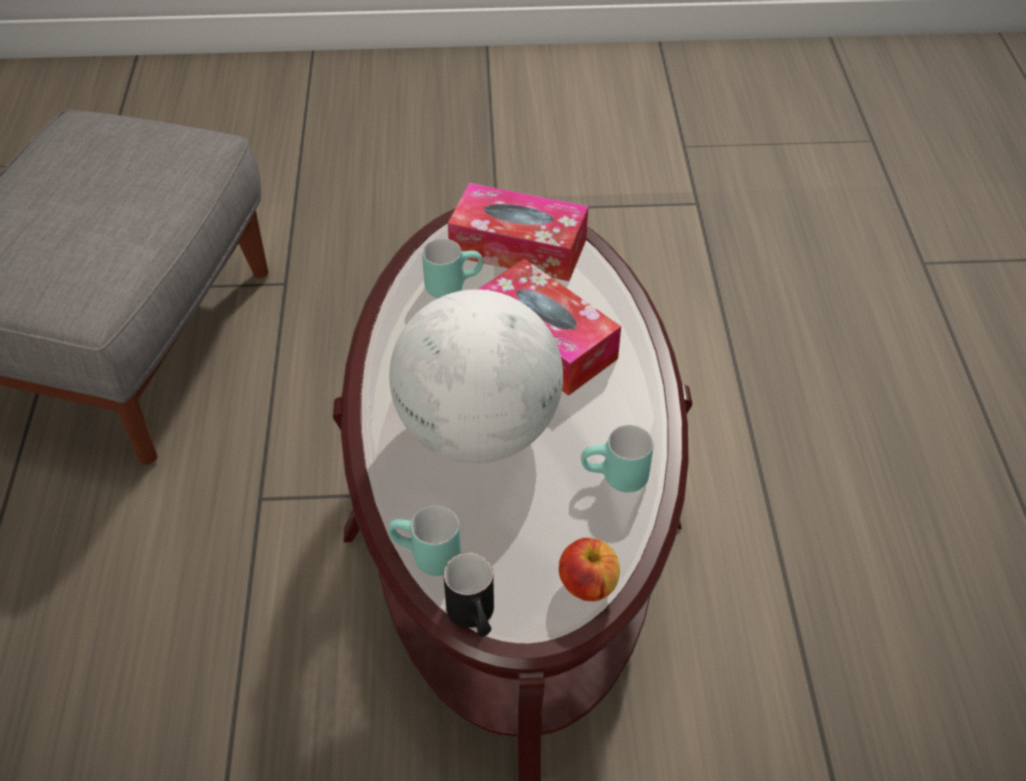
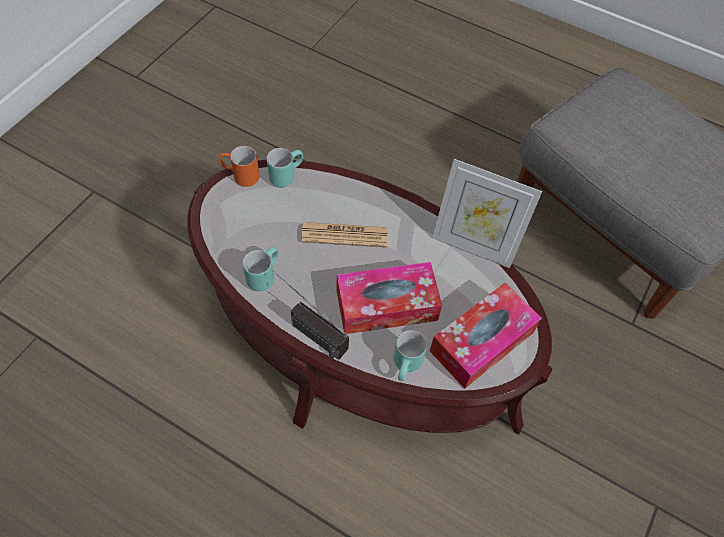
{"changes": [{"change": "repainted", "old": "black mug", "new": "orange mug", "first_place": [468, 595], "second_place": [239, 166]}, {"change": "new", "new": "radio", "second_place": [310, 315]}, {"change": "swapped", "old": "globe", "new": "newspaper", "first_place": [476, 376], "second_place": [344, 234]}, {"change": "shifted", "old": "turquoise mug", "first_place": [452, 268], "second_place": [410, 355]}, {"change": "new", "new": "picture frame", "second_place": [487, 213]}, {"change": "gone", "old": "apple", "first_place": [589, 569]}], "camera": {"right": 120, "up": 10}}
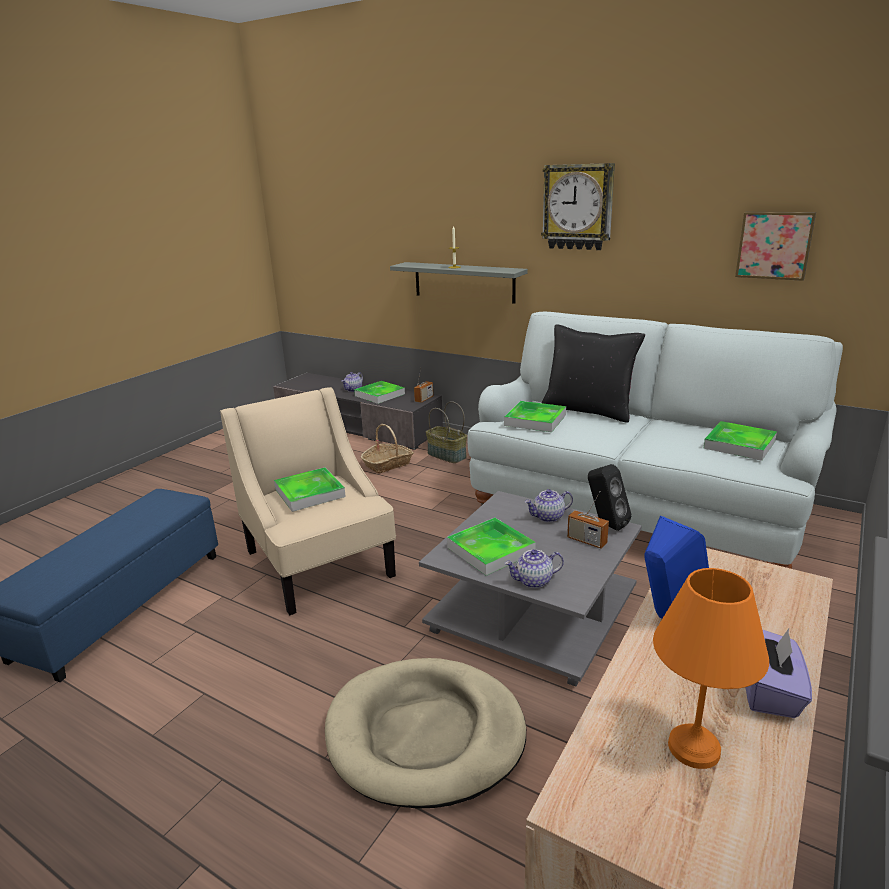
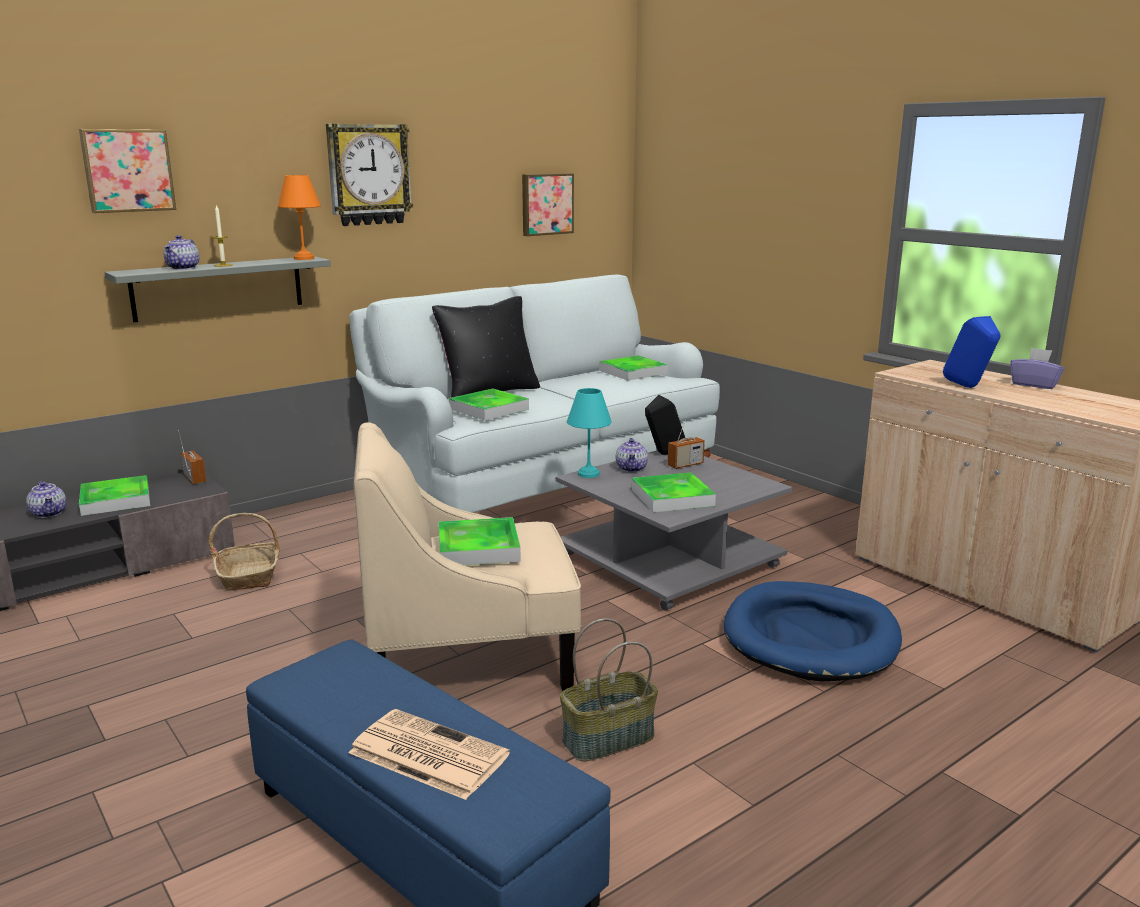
{"changes": [{"change": "new", "new": "picture", "second_place": [127, 171]}, {"change": "shifted", "old": "teapot", "first_place": [534, 568], "second_place": [181, 252]}, {"change": "shifted", "old": "orange table lamp", "first_place": [711, 668], "second_place": [299, 217]}, {"change": "new", "new": "newspaper", "second_place": [429, 754]}, {"change": "shifted", "old": "basket", "first_place": [446, 432], "second_place": [609, 689]}, {"change": "new", "new": "turquoise table lamp", "second_place": [589, 433]}, {"change": "repainted", "old": "beige dog bed", "new": "blue dog bed", "first_place": [425, 733], "second_place": [813, 631]}], "camera": {"right": -70, "up": -5}}
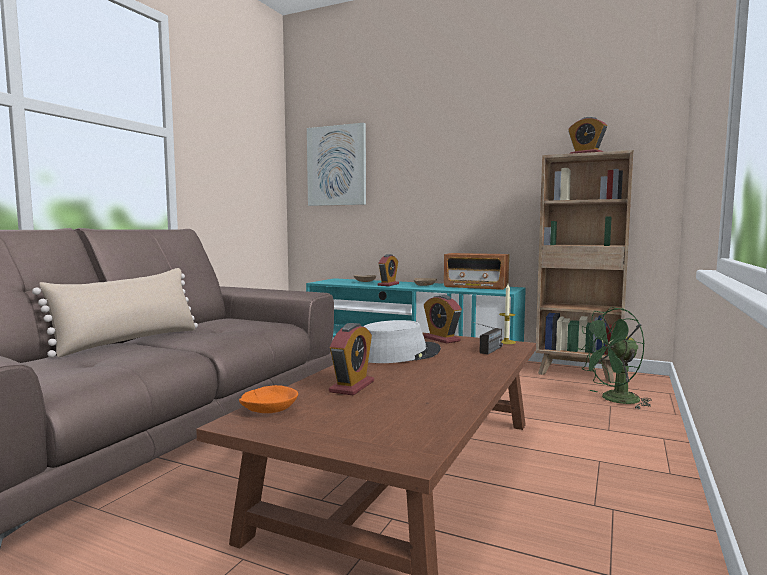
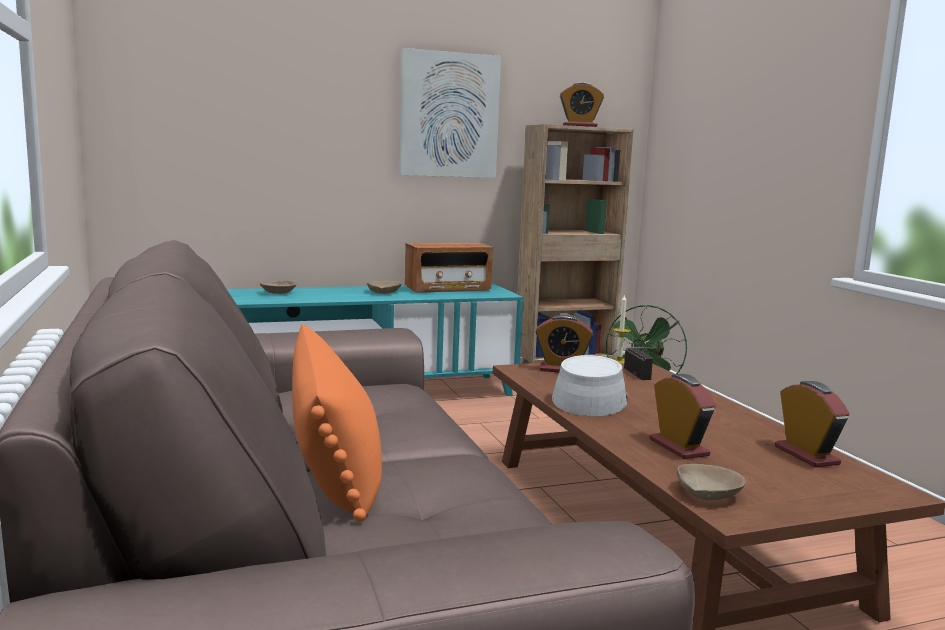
{"changes": [{"change": "repainted", "old": "beige pillow", "new": "orange pillow", "first_place": [115, 313], "second_place": [337, 423]}, {"change": "shifted", "old": "picture", "first_place": [336, 164], "second_place": [450, 113]}, {"change": "repainted", "old": "orange bowl", "new": "beige bowl", "first_place": [268, 399], "second_place": [711, 482]}, {"change": "shifted", "old": "alarm clock", "first_place": [388, 270], "second_place": [812, 424]}], "camera": {"right": -45, "up": 5}}
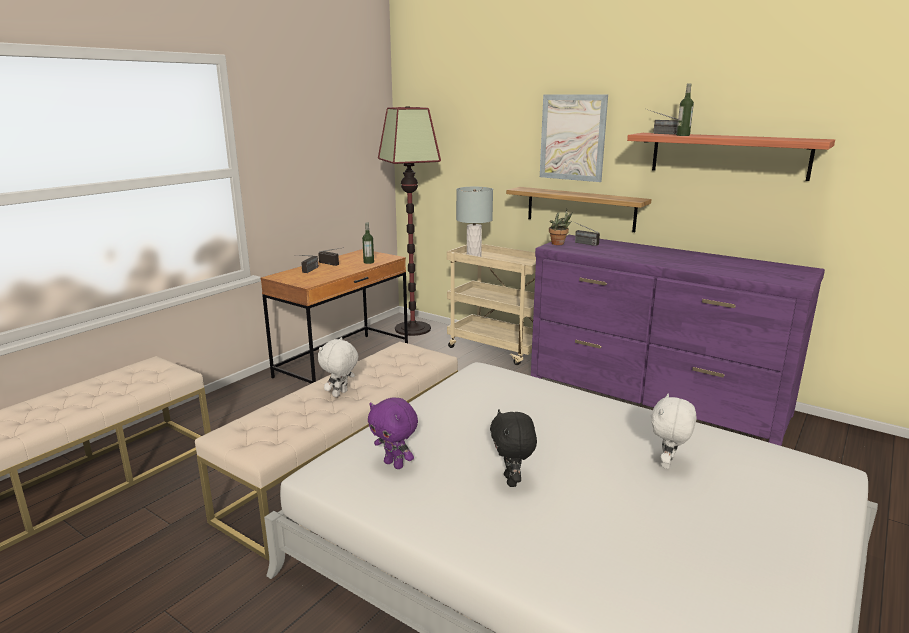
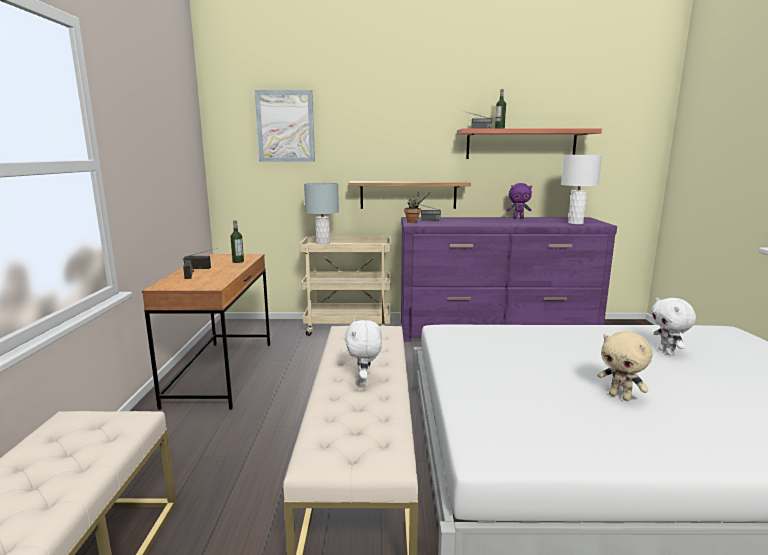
{"changes": [{"change": "shifted", "old": "picture", "first_place": [574, 138], "second_place": [285, 126]}, {"change": "shifted", "old": "purple plush toy", "first_place": [393, 433], "second_place": [519, 201]}, {"change": "new", "new": "white table lamp", "second_place": [581, 189]}, {"change": "repainted", "old": "black plush toy", "new": "beige plush toy", "first_place": [513, 448], "second_place": [624, 366]}, {"change": "gone", "old": "floor lamp", "first_place": [409, 221]}], "camera": {"right": -35, "up": -5}}
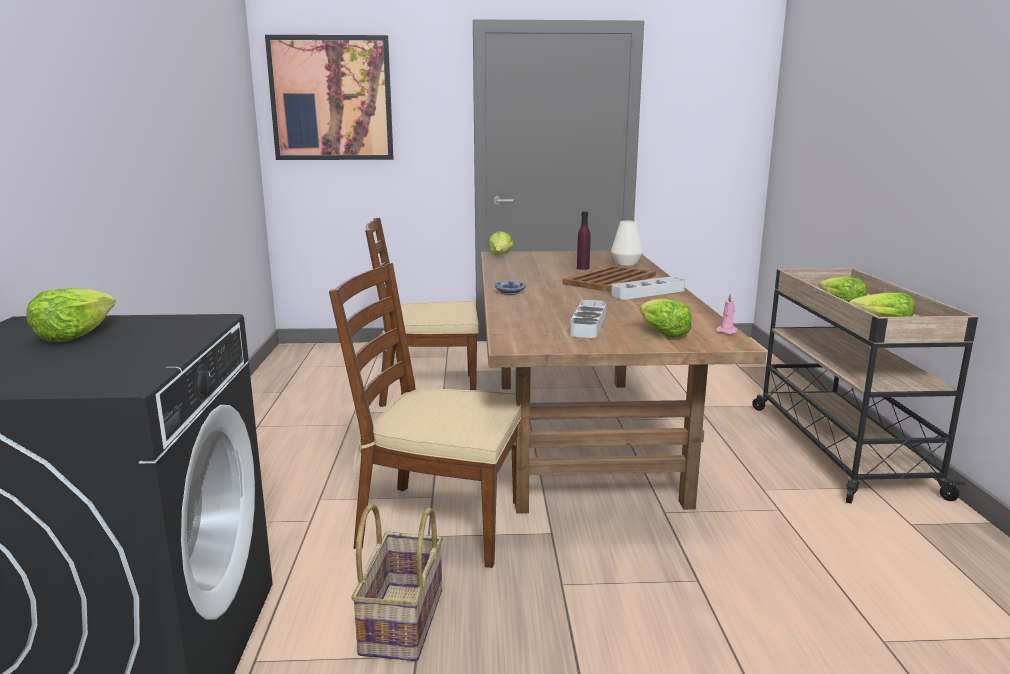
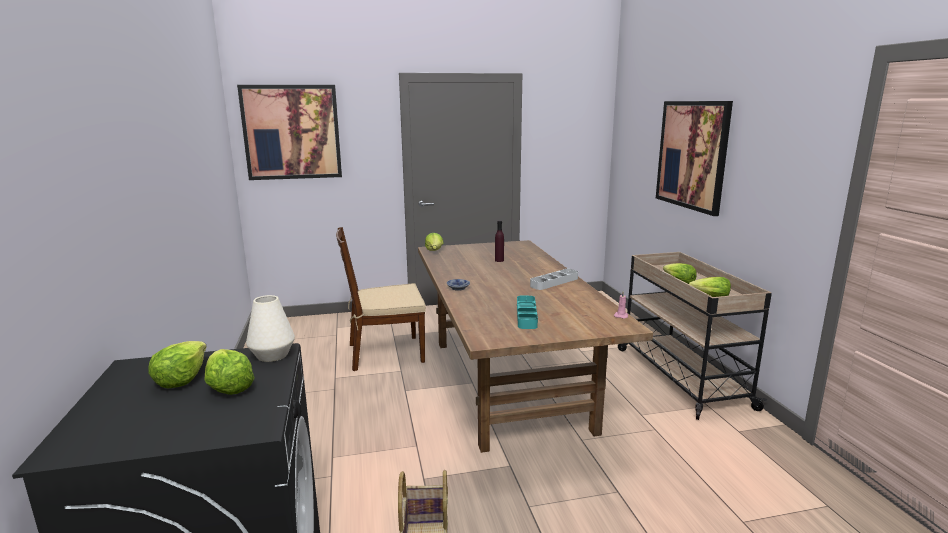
{"changes": [{"change": "shifted", "old": "lettuce", "first_place": [665, 318], "second_place": [230, 372]}, {"change": "shifted", "old": "white vase", "first_place": [627, 243], "second_place": [270, 328]}, {"change": "repainted", "old": "grey tray", "new": "turquoise tray", "first_place": [588, 319], "second_place": [527, 312]}, {"change": "new", "new": "picture", "second_place": [694, 158]}, {"change": "gone", "old": "brown chair", "first_place": [425, 415]}, {"change": "gone", "old": "brown tray", "first_place": [609, 278]}], "camera": {"right": -10, "up": 0}}
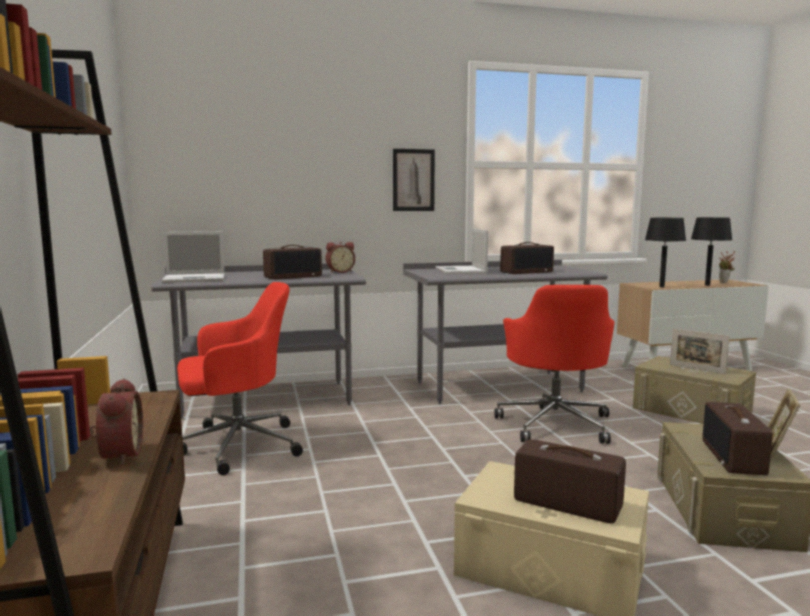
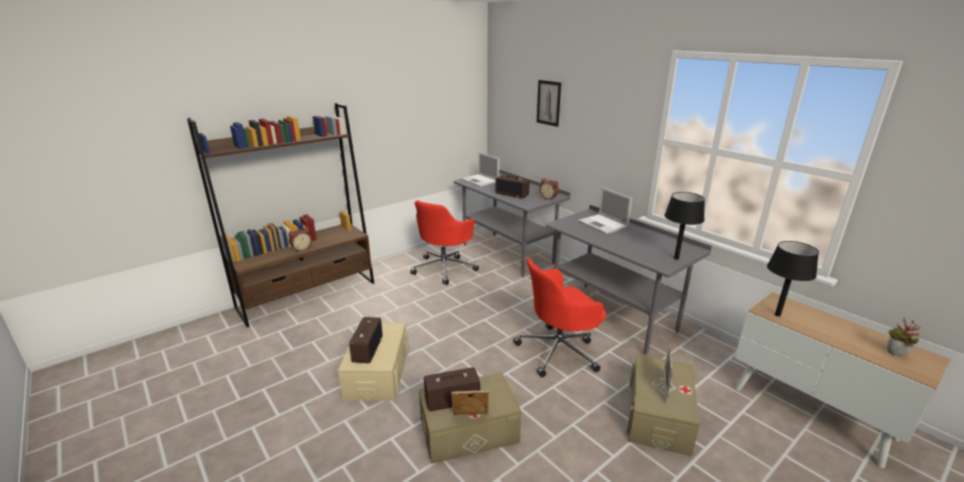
{"changes": [{"change": "rotated", "old": "red office chair", "first_place": [240, 378], "second_place": [444, 243], "degrees": 75}, {"change": "shifted", "old": "picture", "first_place": [414, 180], "second_place": [549, 103]}, {"change": "rotated", "old": "laptop", "first_place": [462, 251], "second_place": [605, 210], "degrees": -90}, {"change": "shifted", "old": "black table lamp", "first_place": [711, 251], "second_place": [684, 226]}, {"change": "gone", "old": "radio", "first_place": [527, 258]}], "camera": {"right": 65, "up": 15}}
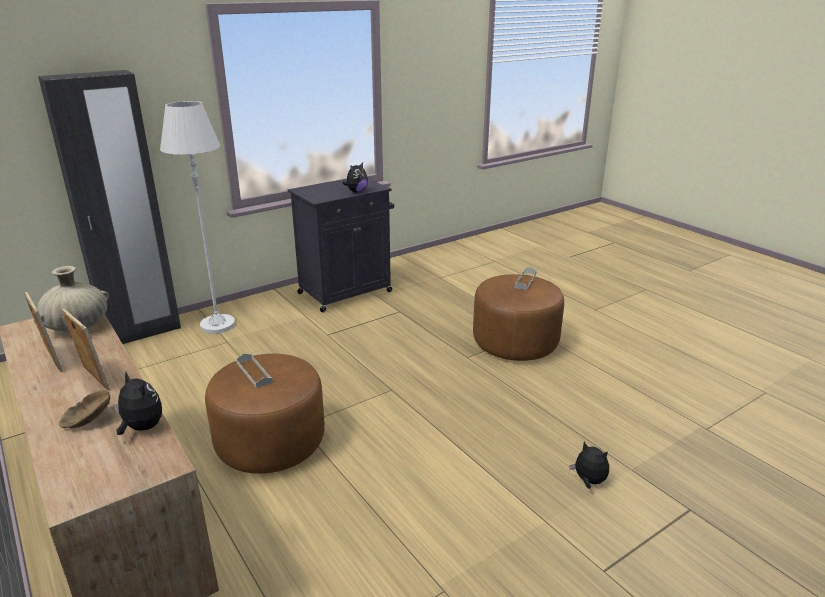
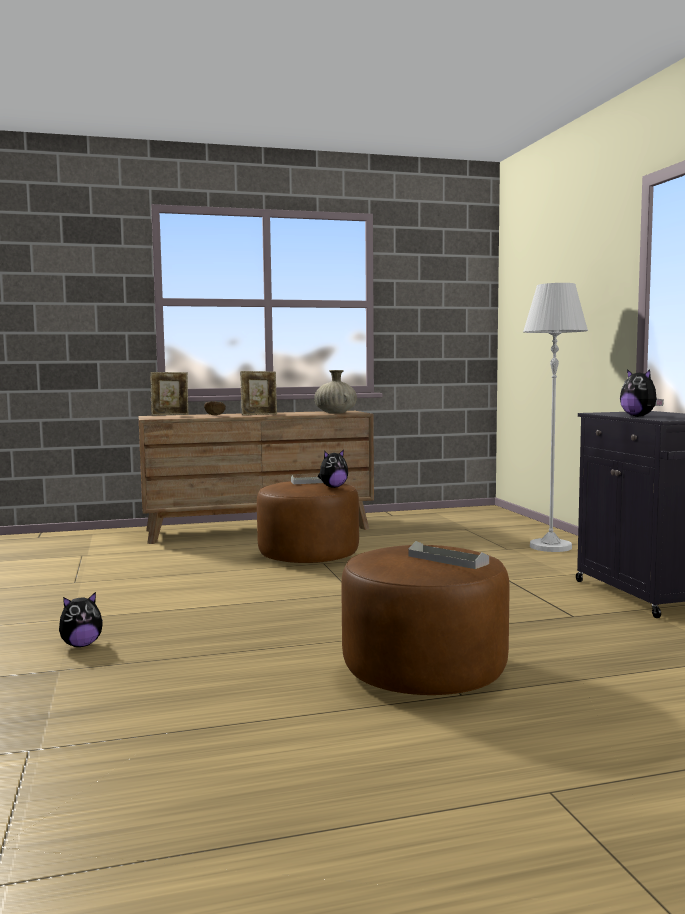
{"changes": [{"change": "shifted", "old": "picture frame", "first_place": [43, 331], "second_place": [169, 393]}, {"change": "shifted", "old": "plush toy", "first_place": [138, 403], "second_place": [333, 469]}, {"change": "gone", "old": "black wardrobe", "first_place": [109, 207]}], "camera": {"right": 110, "up": -20}}
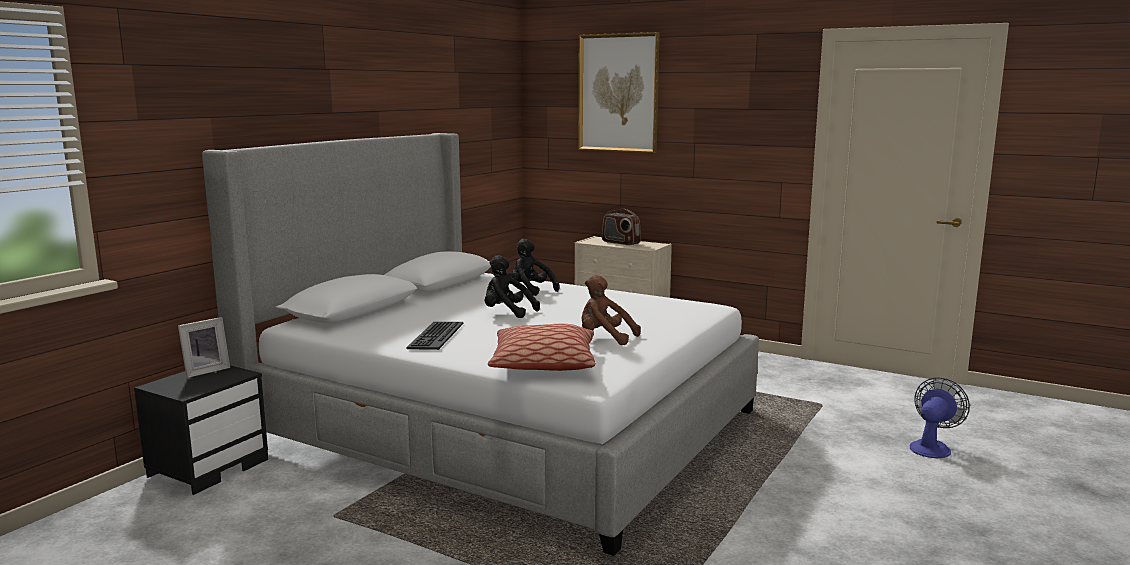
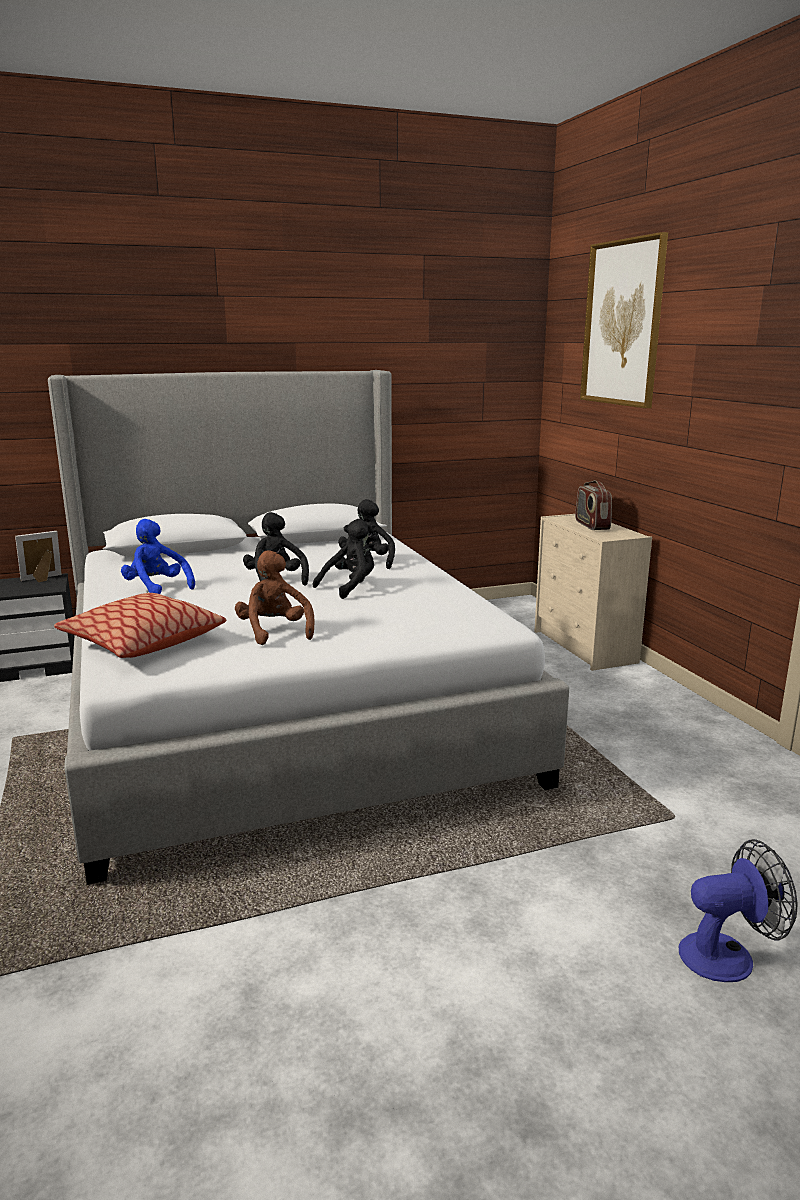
{"changes": [{"change": "rotated", "old": "picture frame", "first_place": [204, 347], "second_place": [38, 556], "degrees": 150}, {"change": "swapped", "old": "keyboard", "new": "blue plush toy", "first_place": [434, 336], "second_place": [158, 556]}, {"change": "new", "new": "black plush toy", "second_place": [343, 559]}], "camera": {"right": 40, "up": 5}}
